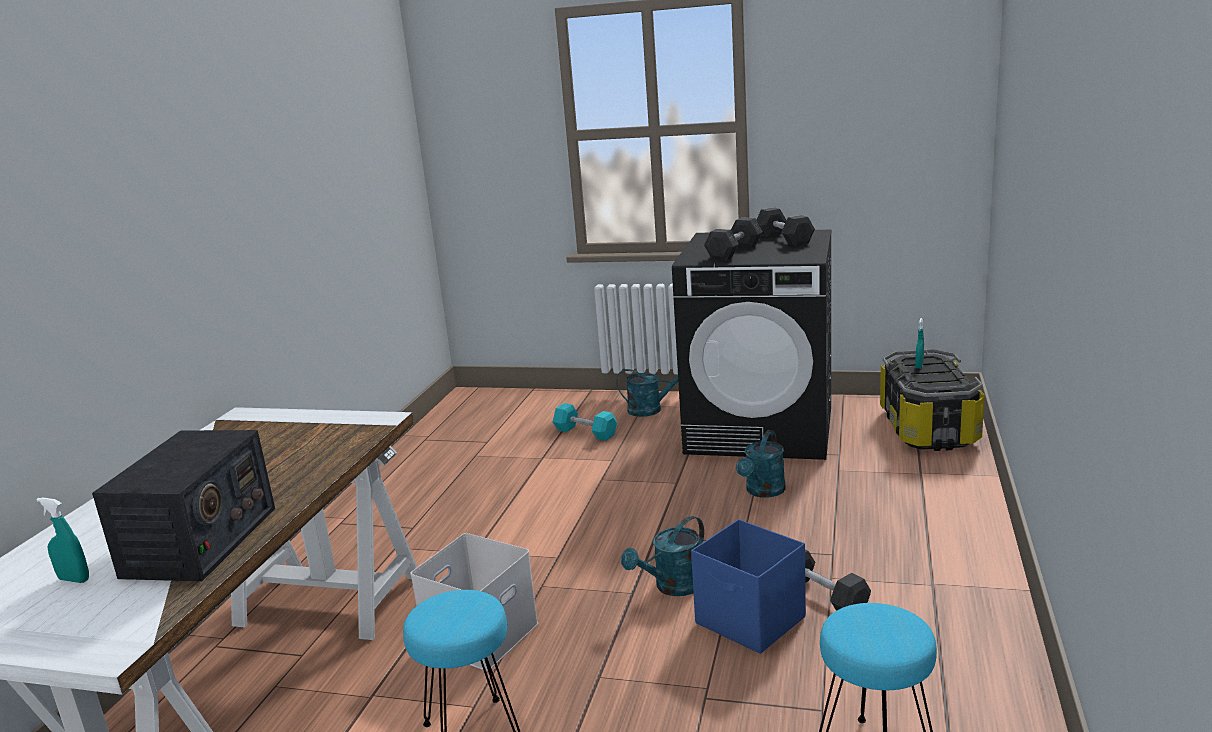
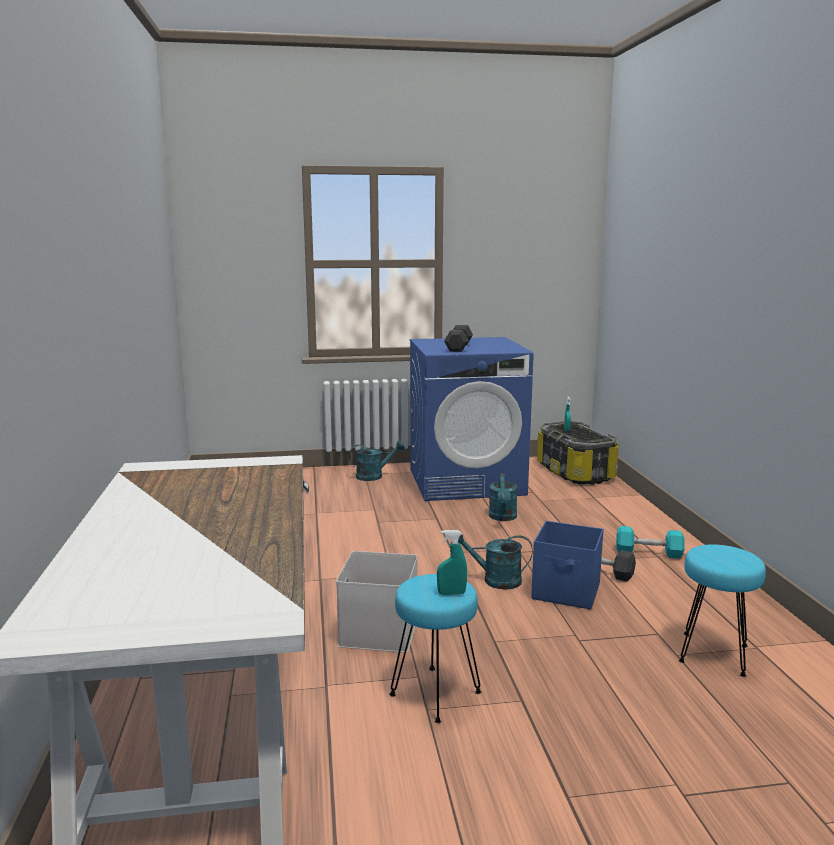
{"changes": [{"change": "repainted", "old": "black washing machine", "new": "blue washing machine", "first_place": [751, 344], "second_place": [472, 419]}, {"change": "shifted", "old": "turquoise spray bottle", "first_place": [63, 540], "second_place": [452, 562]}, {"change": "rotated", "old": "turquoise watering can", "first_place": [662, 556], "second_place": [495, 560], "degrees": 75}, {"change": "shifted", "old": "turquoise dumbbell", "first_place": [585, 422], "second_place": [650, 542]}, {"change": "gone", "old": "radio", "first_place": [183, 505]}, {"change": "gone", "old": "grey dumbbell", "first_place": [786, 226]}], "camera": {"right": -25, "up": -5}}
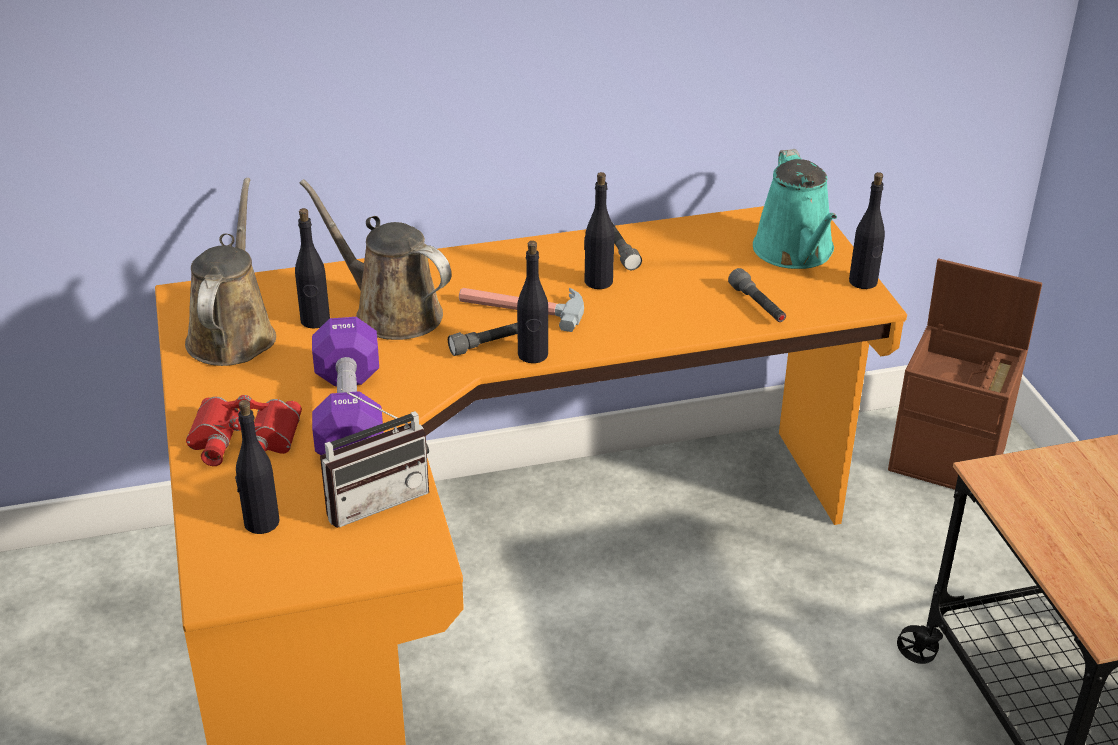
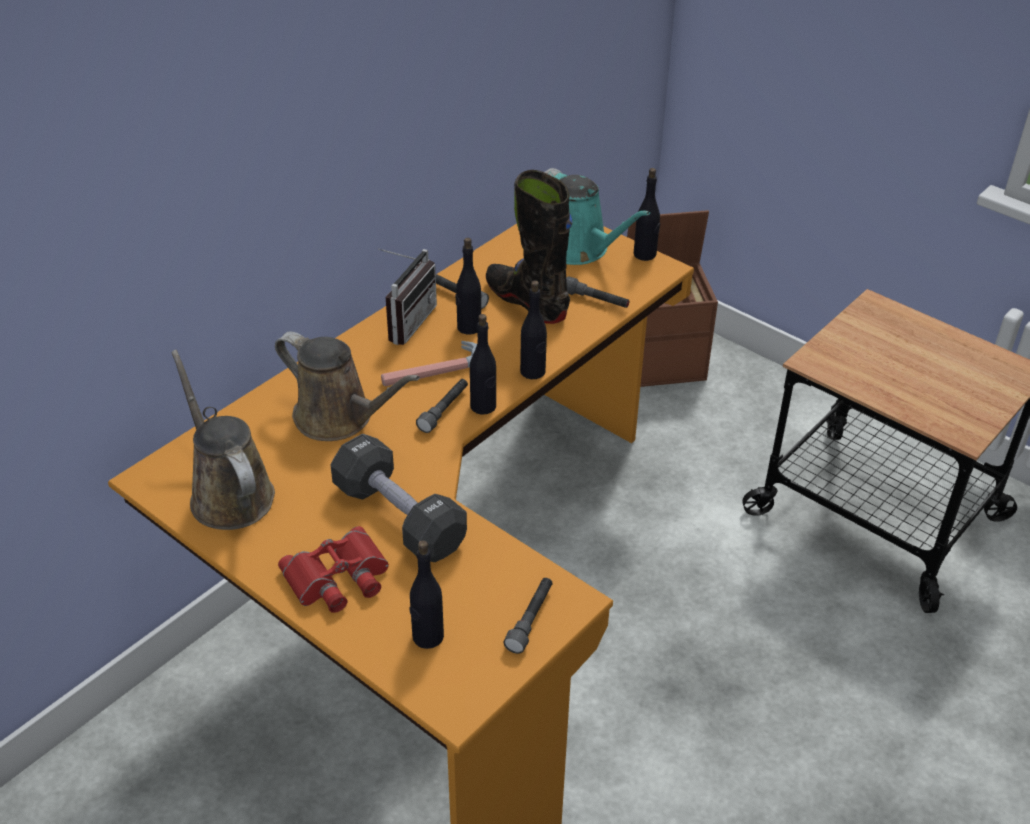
{"changes": [{"change": "rotated", "old": "brown watering can", "first_place": [376, 259], "second_place": [347, 386], "degrees": -150}, {"change": "repainted", "old": "purple dumbbell", "new": "black dumbbell", "first_place": [347, 386], "second_place": [399, 498]}, {"change": "shifted", "old": "radio", "first_place": [374, 458], "second_place": [407, 297]}, {"change": "new", "new": "black boot", "second_place": [529, 247]}, {"change": "new", "new": "grey flashlight", "second_place": [528, 616]}, {"change": "shifted", "old": "black bottle", "first_place": [312, 268], "second_place": [533, 329]}], "camera": {"right": -35, "up": 5}}
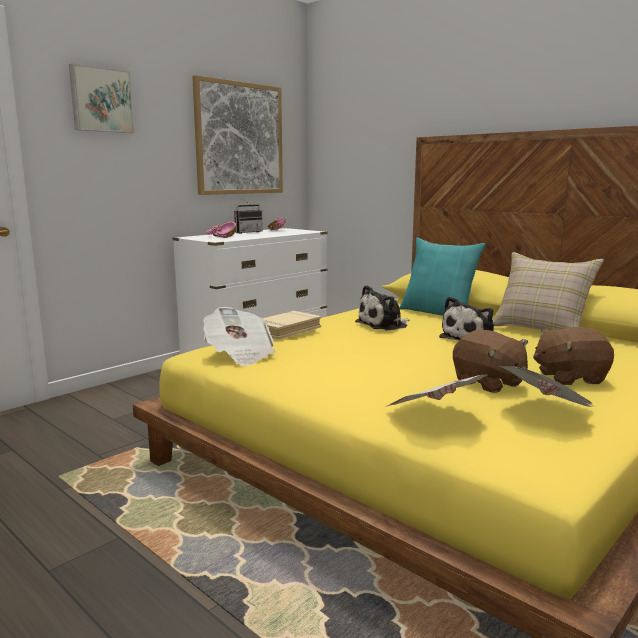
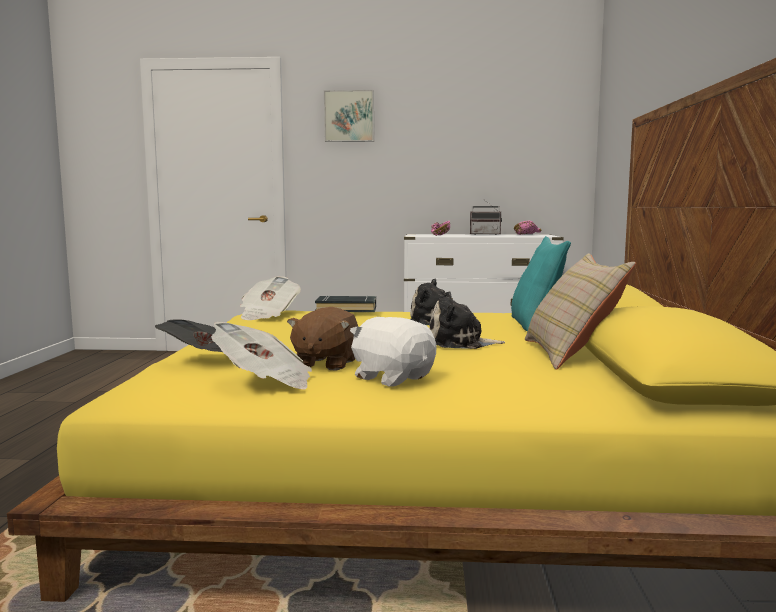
{"changes": [{"change": "repainted", "old": "beige book", "new": "black book", "first_place": [291, 325], "second_place": [345, 304]}, {"change": "repainted", "old": "brown plush toy", "new": "white plush toy", "first_place": [573, 356], "second_place": [393, 351]}, {"change": "gone", "old": "picture", "first_place": [237, 135]}], "camera": {"right": 50, "up": -5}}
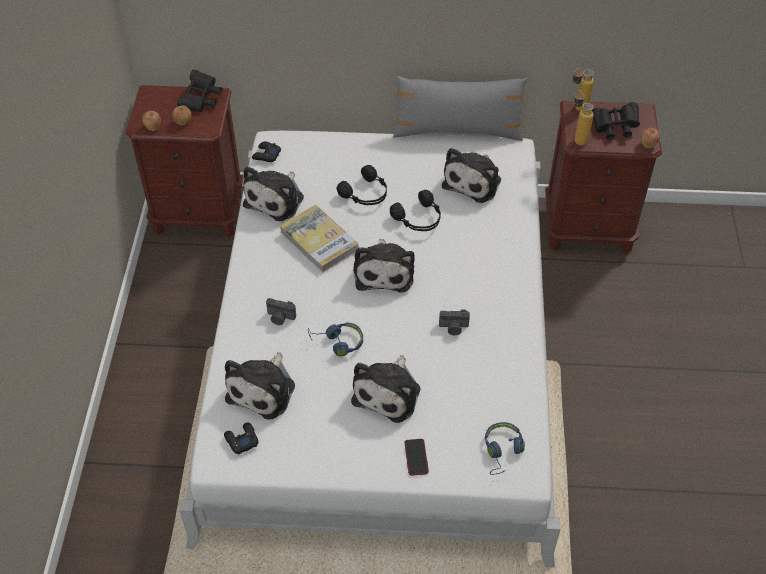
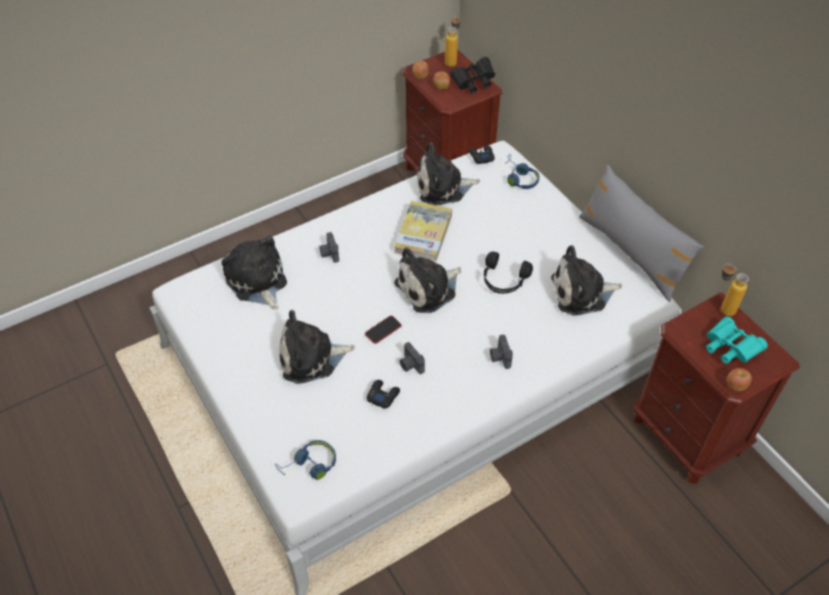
{"changes": [{"change": "rotated", "old": "plush toy", "first_place": [260, 386], "second_place": [254, 273], "degrees": 75}, {"change": "shifted", "old": "phone", "first_place": [416, 457], "second_place": [383, 330]}, {"change": "shifted", "old": "black game controller", "first_place": [241, 439], "second_place": [383, 394]}, {"change": "shifted", "old": "bottle", "first_place": [583, 118], "second_place": [453, 41]}, {"change": "new", "new": "photo camera", "second_place": [501, 352]}, {"change": "shifted", "old": "blue headphones", "first_place": [335, 339], "second_place": [522, 171]}, {"change": "repainted", "old": "black binoculars", "new": "turquoise binoculars", "first_place": [616, 121], "second_place": [737, 340]}, {"change": "gone", "old": "black headphones", "first_place": [362, 185]}], "camera": {"right": 55, "up": 0}}
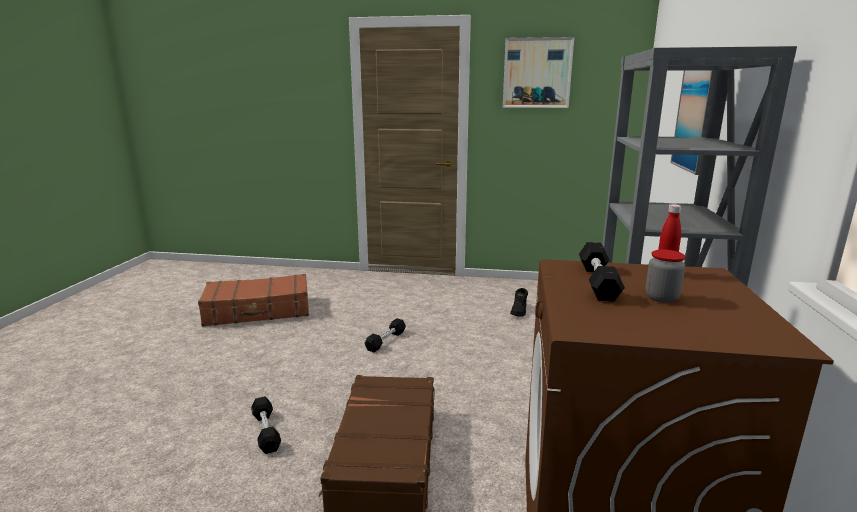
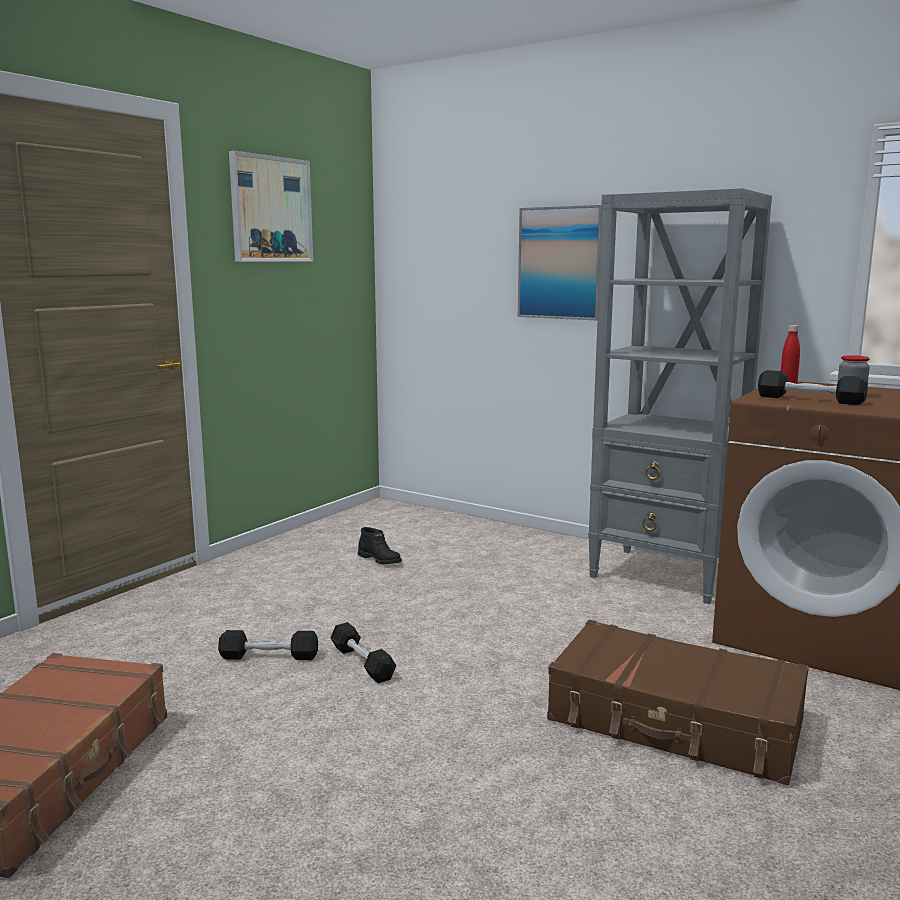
{"changes": [{"change": "shifted", "old": "black dumbbell", "first_place": [266, 425], "second_place": [268, 645]}], "camera": {"right": -65, "up": -5}}
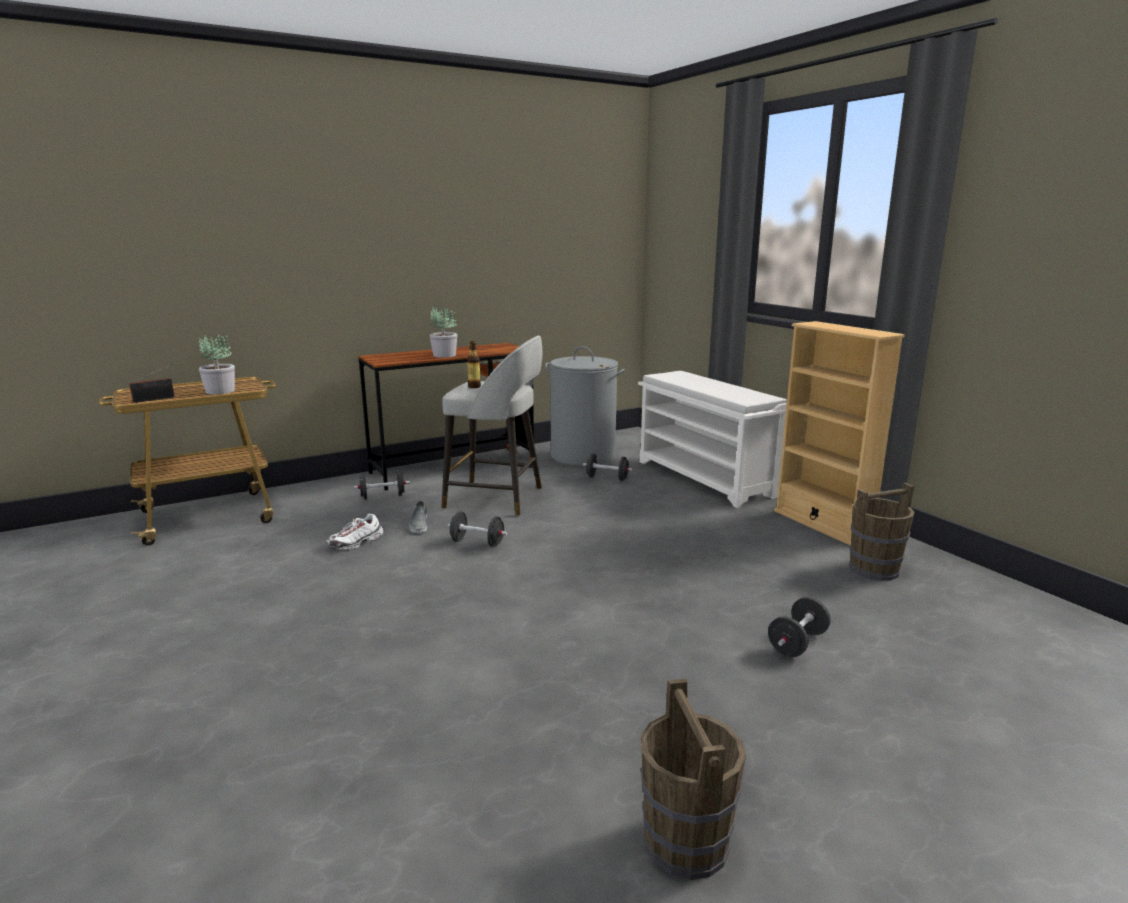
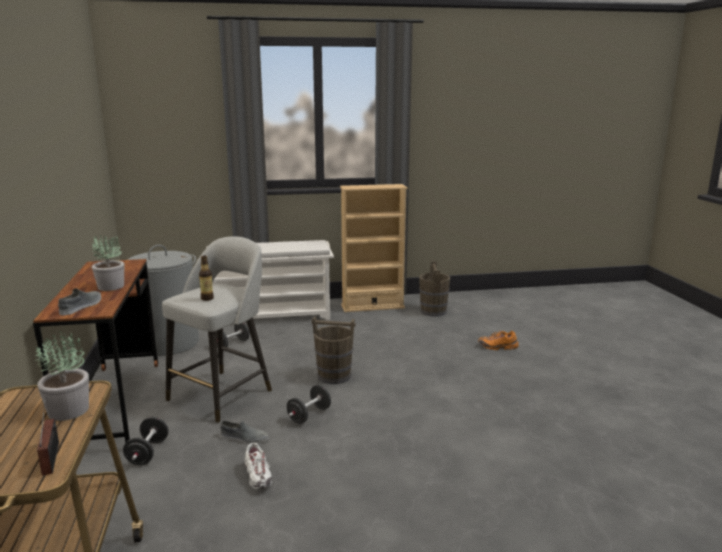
{"changes": [{"change": "new", "new": "grey shoe", "second_place": [79, 301]}, {"change": "shifted", "old": "brown bucket", "first_place": [693, 779], "second_place": [333, 350]}, {"change": "swapped", "old": "black dumbbell", "new": "orange shoe", "first_place": [799, 627], "second_place": [498, 340]}], "camera": {"right": -70, "up": 0}}
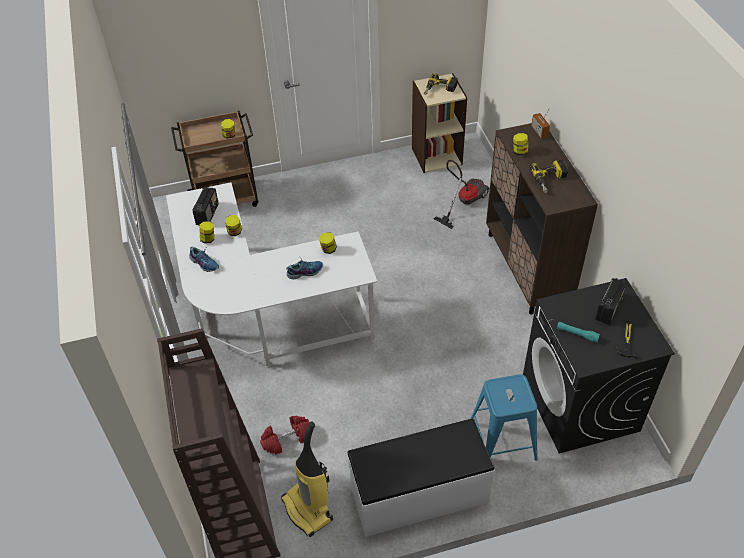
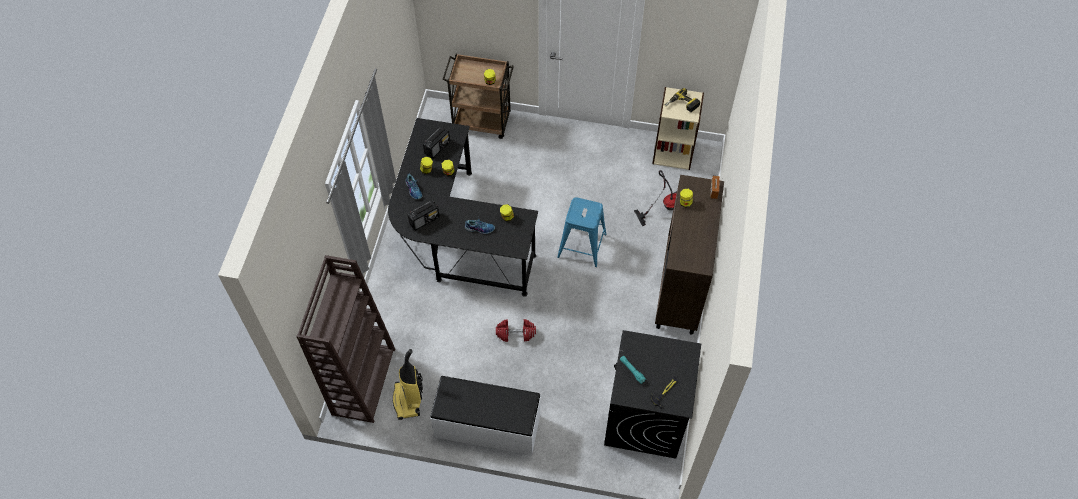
{"changes": [{"change": "repainted", "old": "white desk", "new": "black desk", "first_place": [271, 275], "second_place": [463, 207]}, {"change": "shifted", "old": "radio", "first_place": [611, 301], "second_place": [423, 215]}, {"change": "shifted", "old": "red dumbbell", "first_place": [285, 435], "second_place": [516, 330]}, {"change": "shifted", "old": "blue stool", "first_place": [504, 417], "second_place": [582, 232]}, {"change": "gone", "old": "power drill", "first_place": [549, 176]}], "camera": {"right": 25, "up": 10}}
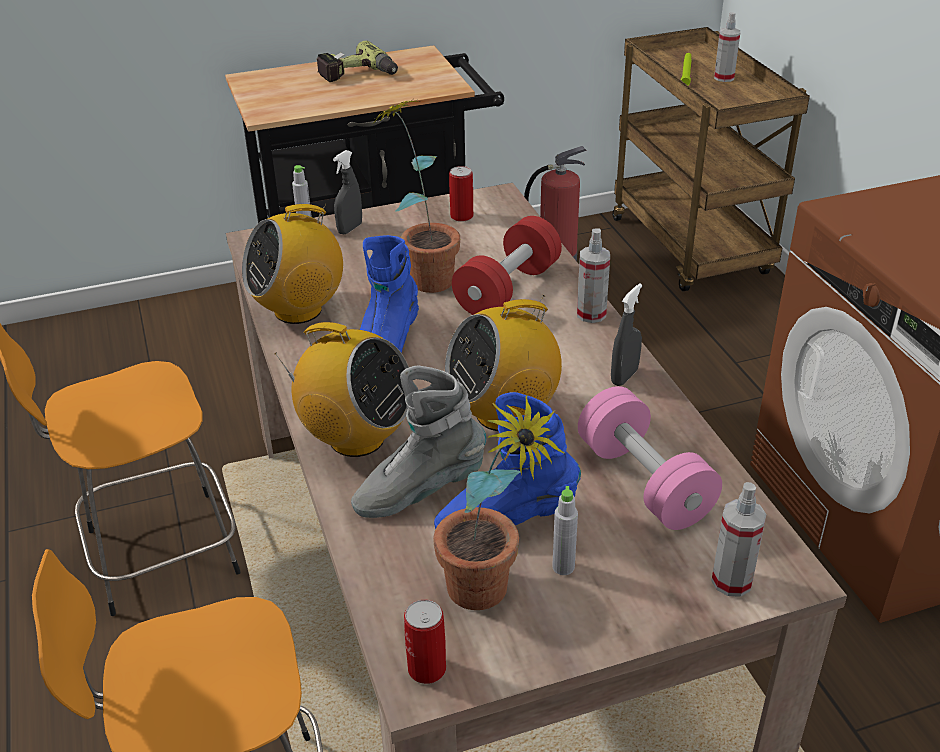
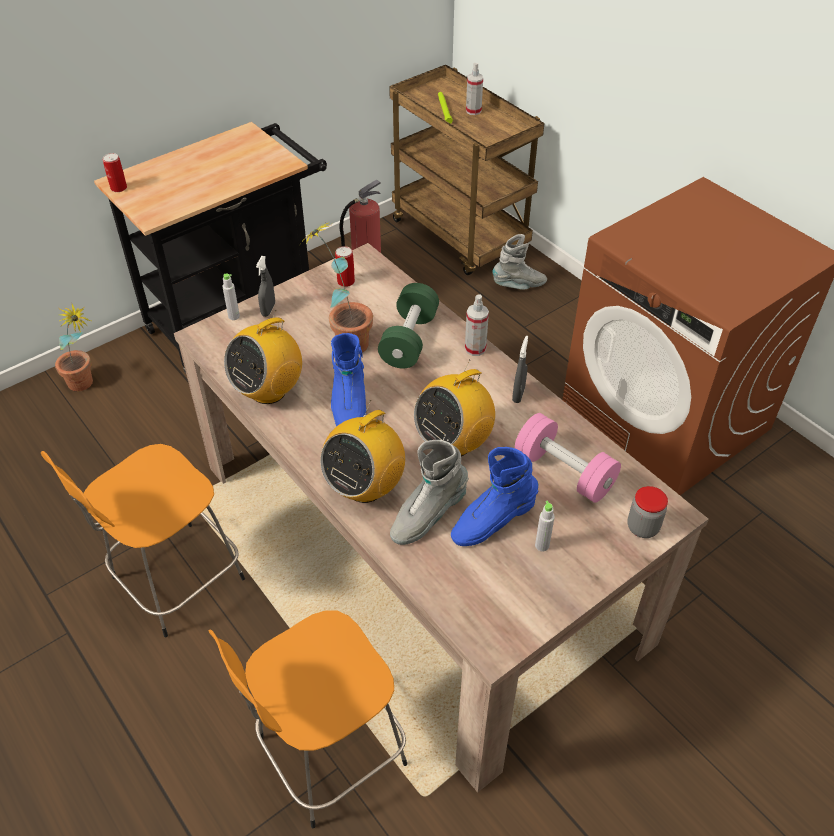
{"changes": [{"change": "shifted", "old": "potted plant", "first_place": [498, 503], "second_place": [74, 347]}, {"change": "shifted", "old": "can", "first_place": [425, 642], "second_place": [115, 172]}, {"change": "rotated", "old": "radio", "first_place": [341, 389], "second_place": [362, 451], "degrees": 120}, {"change": "repainted", "old": "red dumbbell", "new": "green dumbbell", "first_place": [507, 265], "second_place": [408, 326]}, {"change": "new", "new": "grey boot", "second_place": [519, 261]}, {"change": "swapped", "old": "spray bottle", "new": "jar", "first_place": [739, 539], "second_place": [647, 512]}, {"change": "gone", "old": "power drill", "first_place": [357, 61]}], "camera": {"right": -20, "up": 10}}
